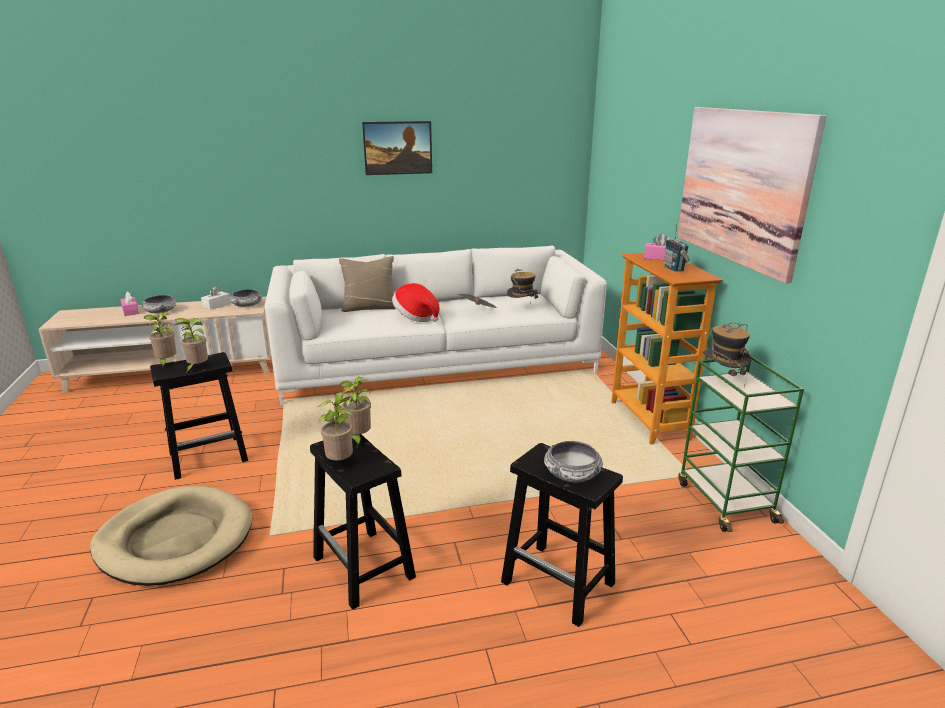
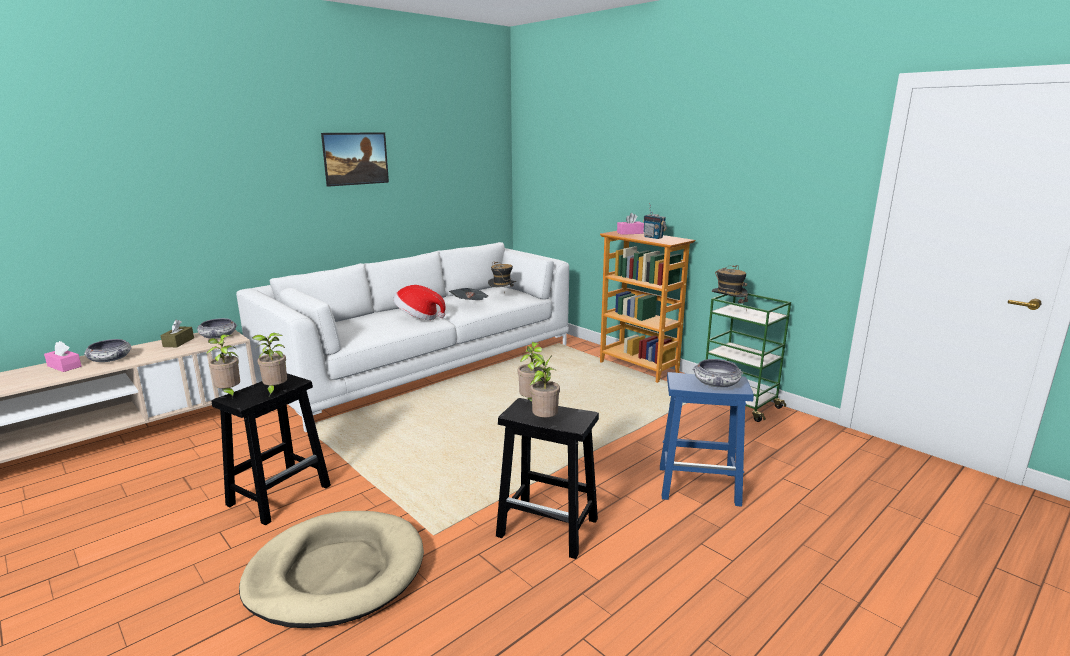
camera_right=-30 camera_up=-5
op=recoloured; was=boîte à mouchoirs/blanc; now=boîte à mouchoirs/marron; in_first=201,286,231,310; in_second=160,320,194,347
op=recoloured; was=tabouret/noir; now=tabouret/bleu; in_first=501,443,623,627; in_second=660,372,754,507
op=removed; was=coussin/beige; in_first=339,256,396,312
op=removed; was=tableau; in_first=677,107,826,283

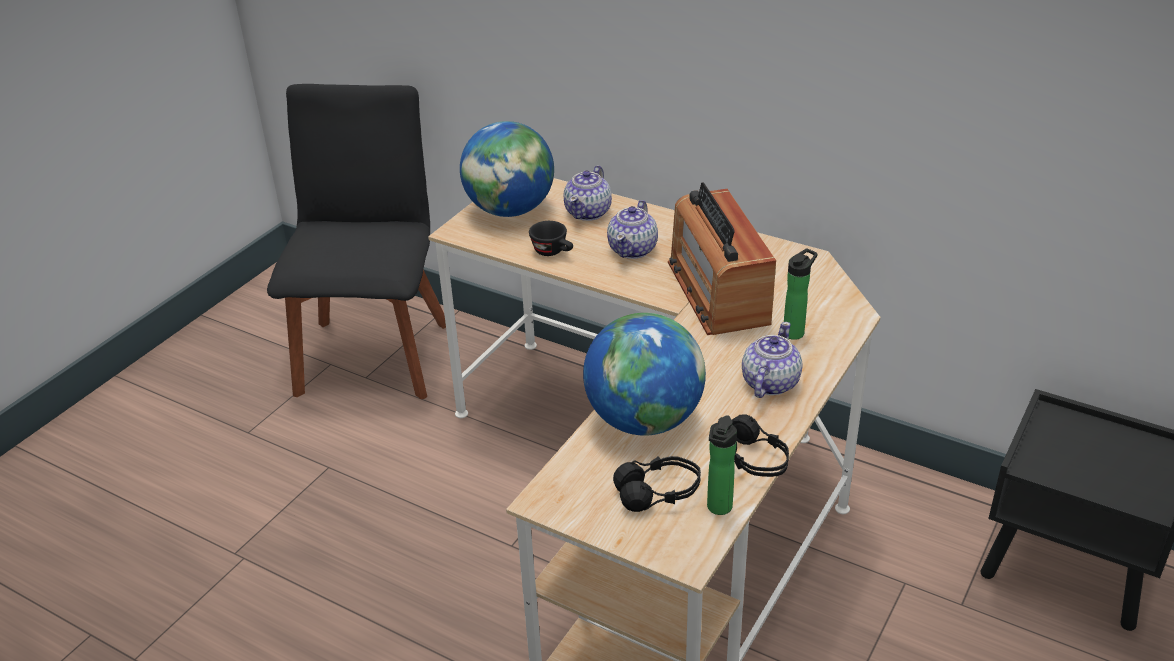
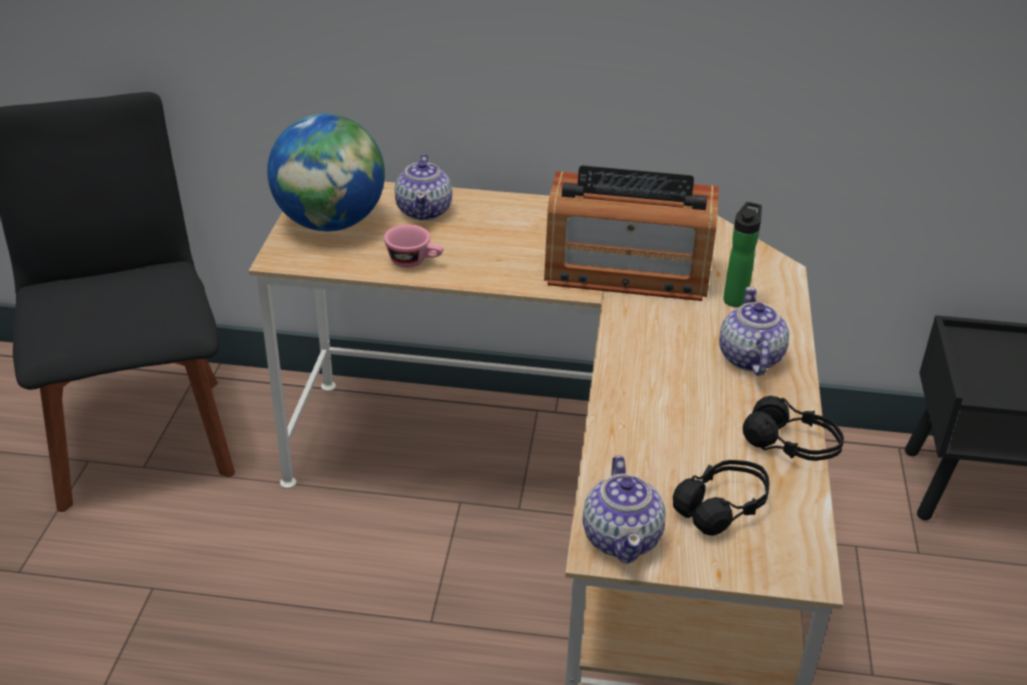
camera_right=-25 camera_up=0
op=recoloured; was=tasse/noir; now=tasse/rose; in_first=529,221,573,256; in_second=384,225,443,268
op=turned; was=radio; in_first=668,182,776,335; in_second=544,165,719,301; clockwise=-45
op=moved; was=théière; in_first=607,200,658,259; in_second=583,455,666,564
op=removed; was=globe; in_first=583,313,706,436
op=removed; was=bouteille; in_first=707,415,737,515

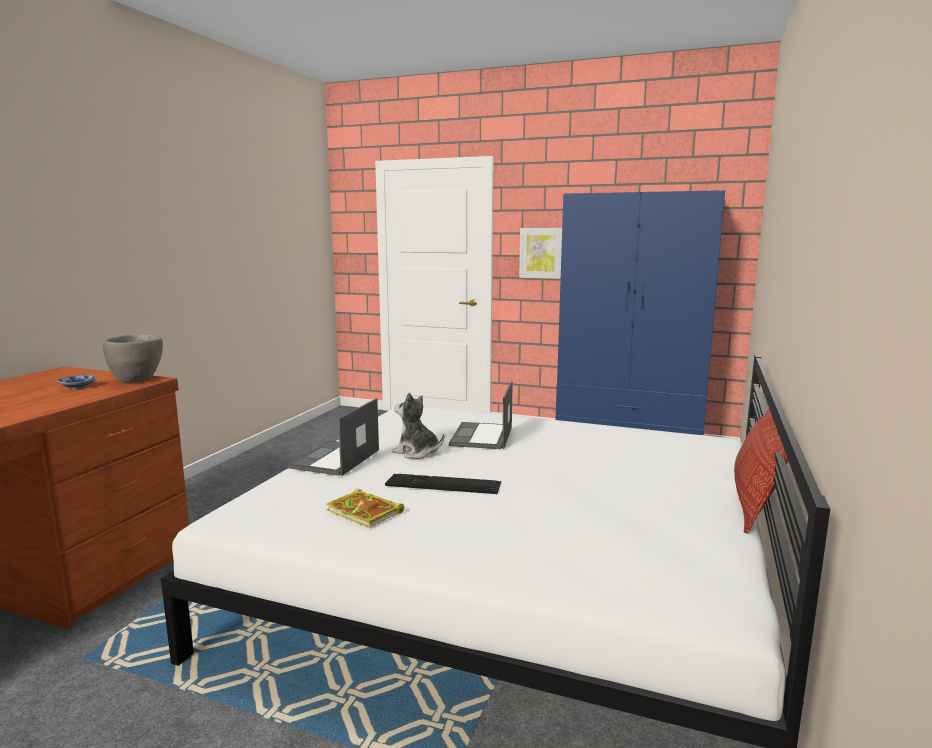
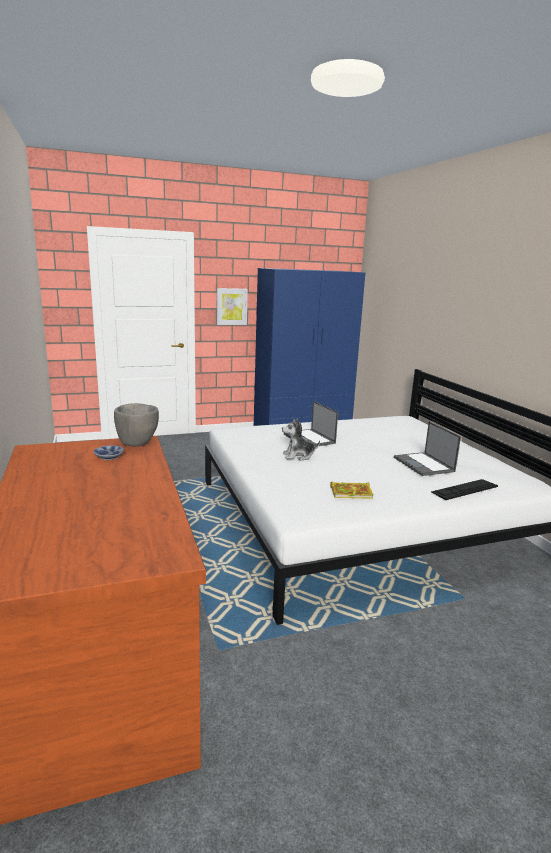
camera_right=-40 camera_up=5
op=moved; was=ordinateur portable; in_first=288,398,379,476; in_second=394,421,461,476
op=moved; was=clavier; in_first=385,474,501,494; in_second=431,479,498,500
op=removed; was=coussin; in_first=734,409,788,533

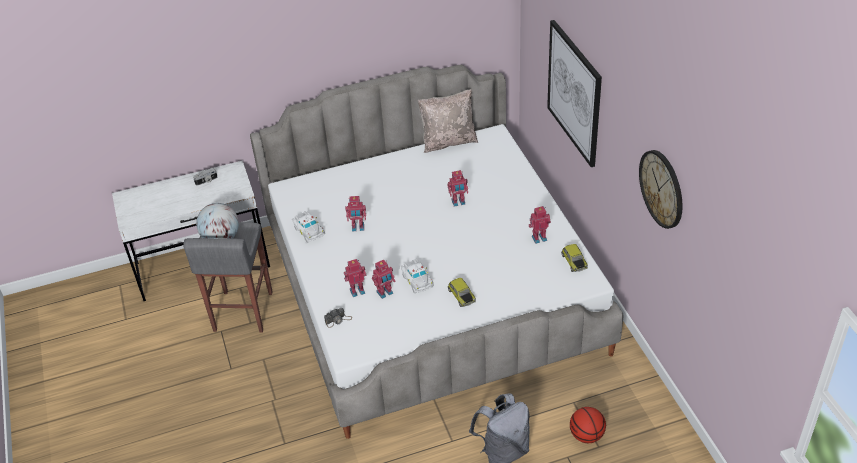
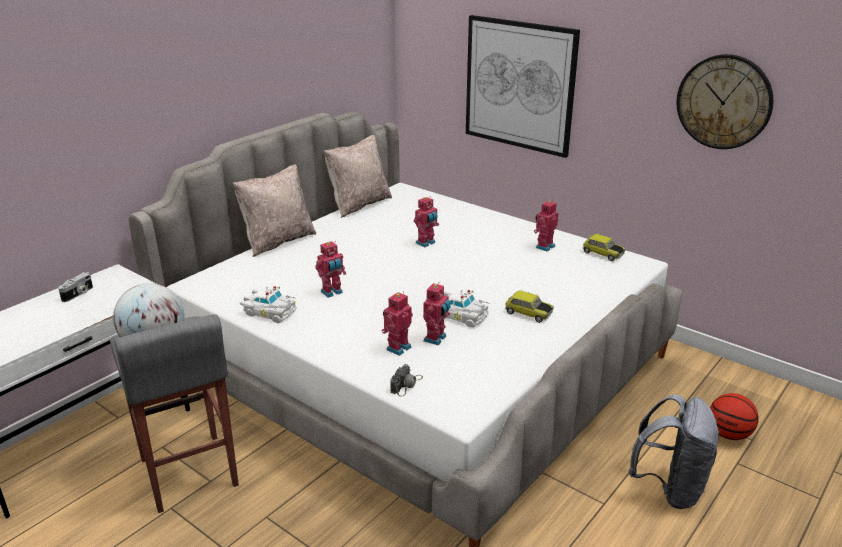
camera_right=-35 camera_up=-15
op=added; now=coussin/beige; in_second=233,165,316,257

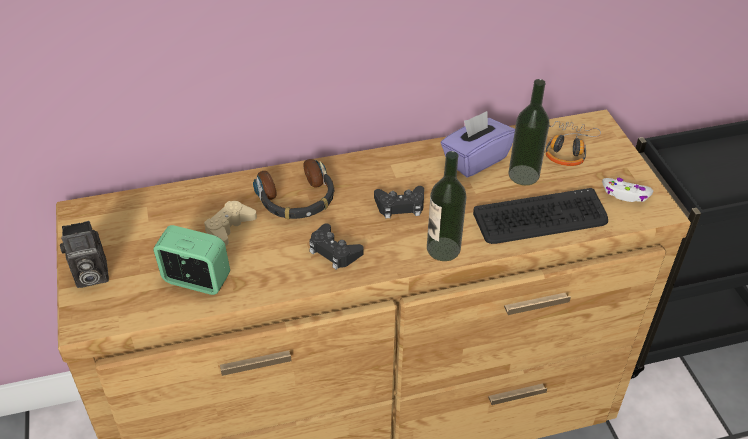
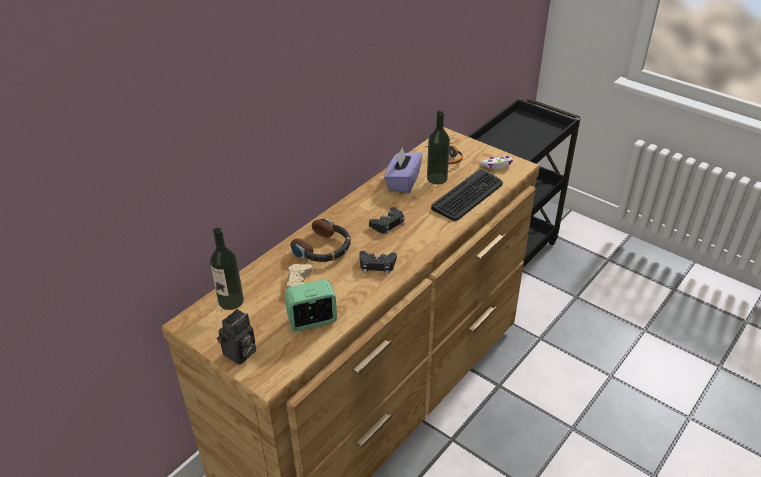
camera_right=-35 camera_up=-5
op=moved; was=bouteille; in_first=427,151,466,261; in_second=210,227,244,310

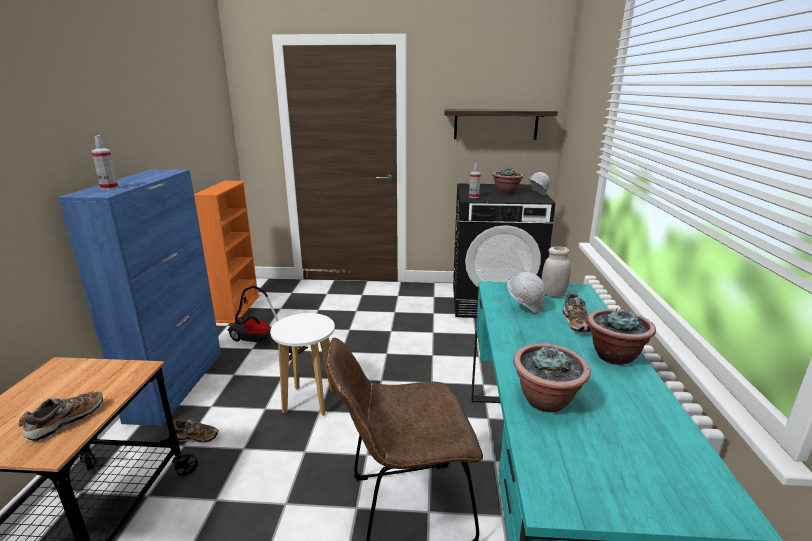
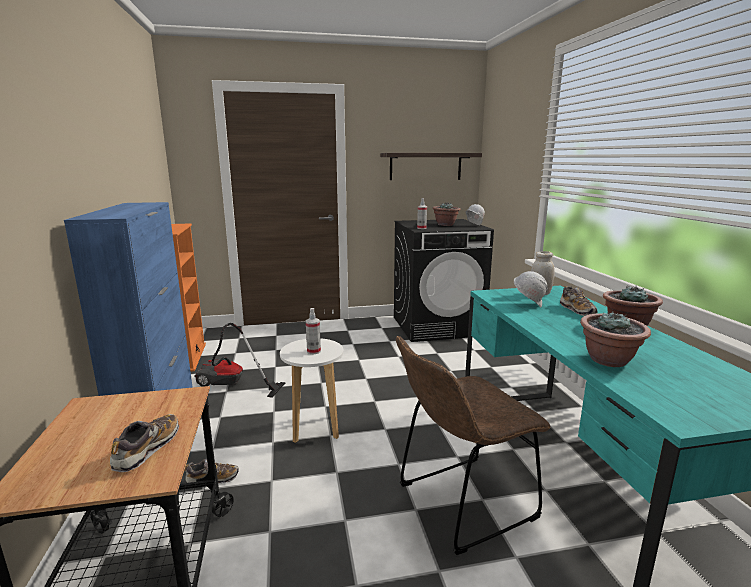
camera_right=-15 camera_up=-5
op=moved; was=vaporisateur; in_first=91,135,118,190; in_second=306,308,321,354

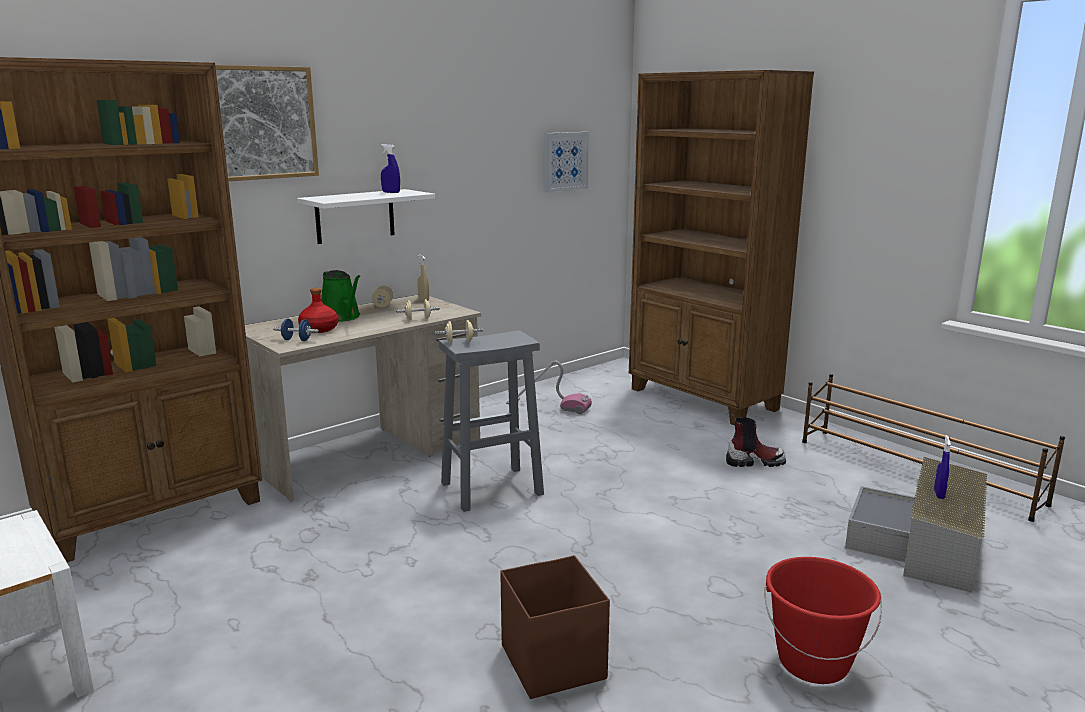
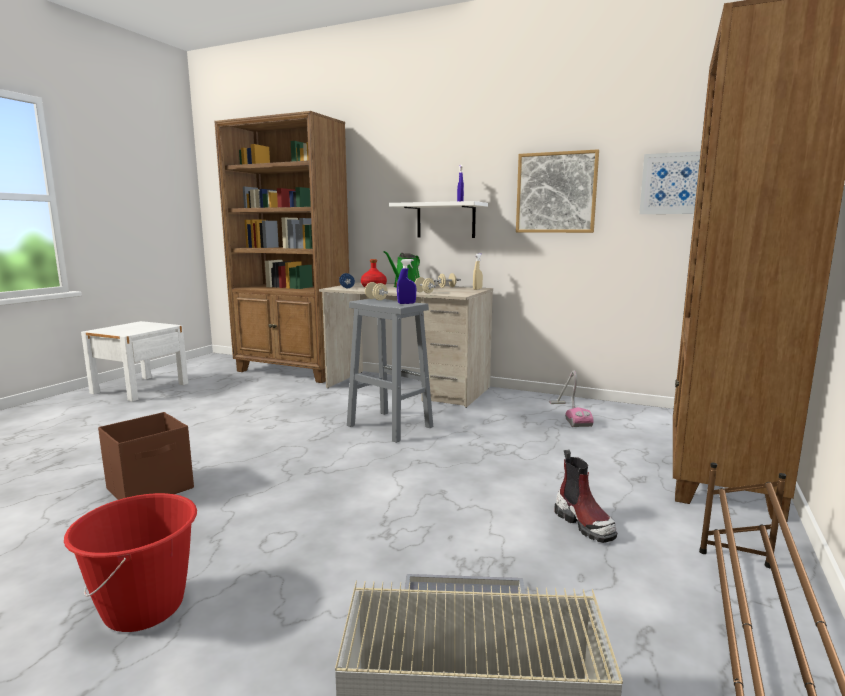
camera_right=65 camera_up=-5
op=moved; was=vaporisateur/bleu; in_first=934,435,951,499; in_second=397,259,416,304
op=moved; was=tableau; in_first=215,65,319,181; in_second=516,149,599,233

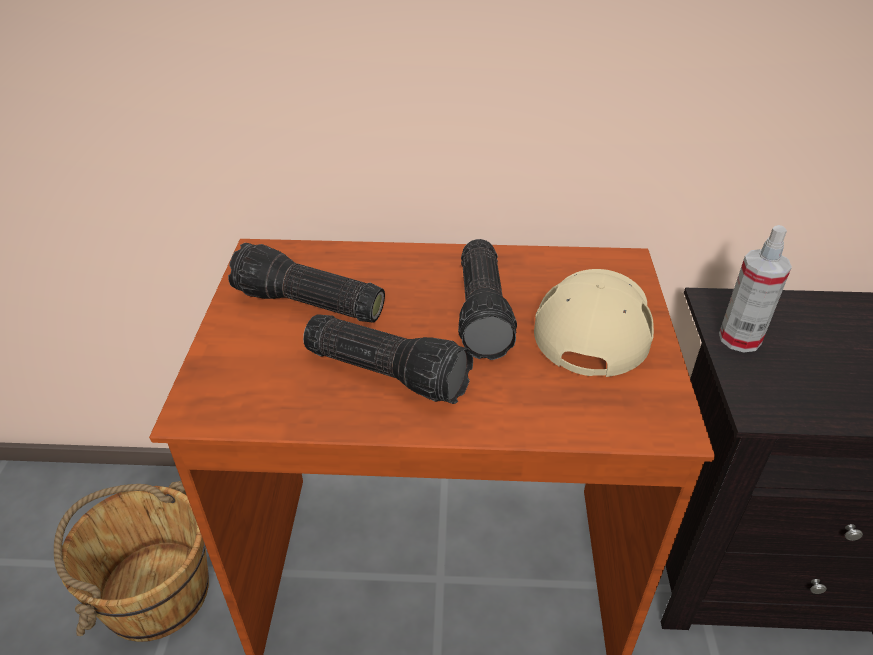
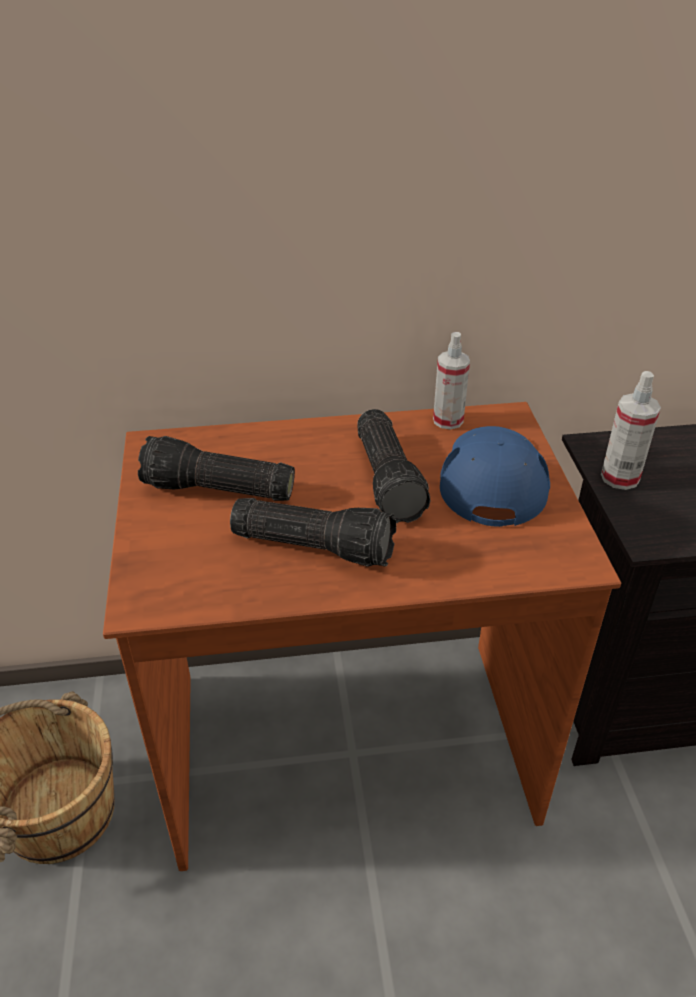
camera_right=-10 camera_up=0
op=added; now=vaporisateur; in_second=433,332,470,430
op=recoloured; was=casquette/beige; now=casquette/bleu; in_first=534,269,654,377; in_second=440,426,550,527

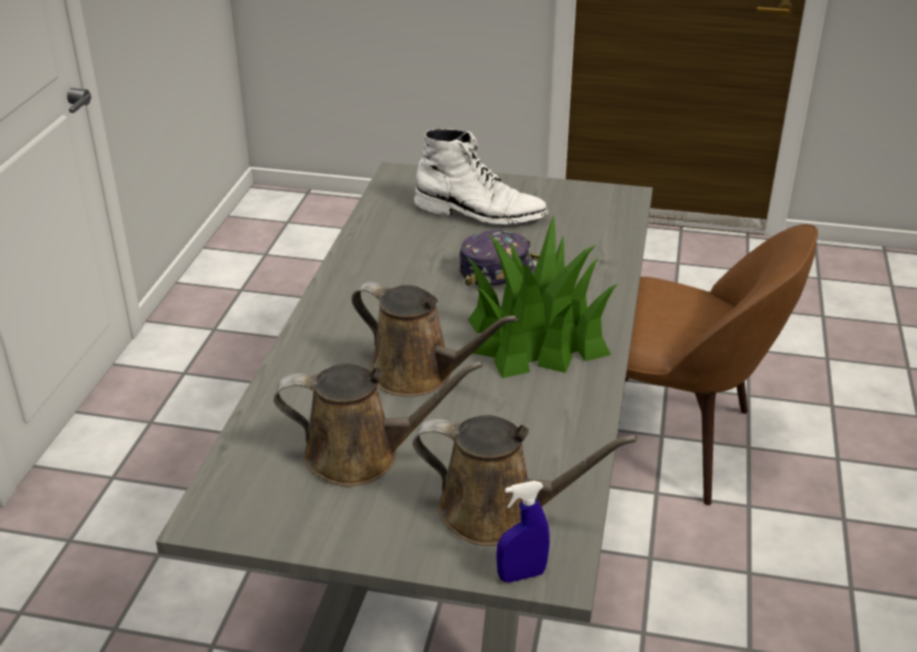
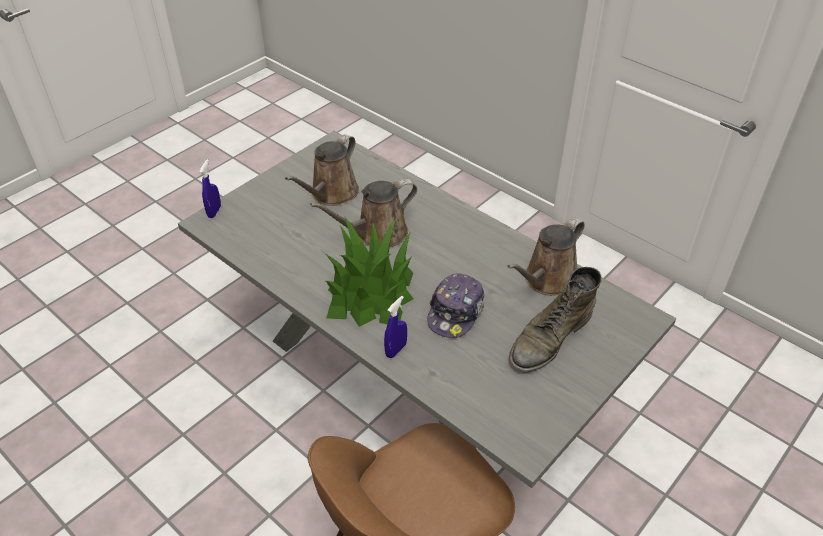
camera_right=120 camera_up=10
op=added; now=vaporisateur/bleu; in_second=384,296,407,358
op=moved; was=arrosoir/marron; in_first=413,415,637,546; in_second=507,218,585,296
op=recoloured; was=botte/blanc; now=botte/vert; in_first=414,128,549,224; in_second=509,267,602,373

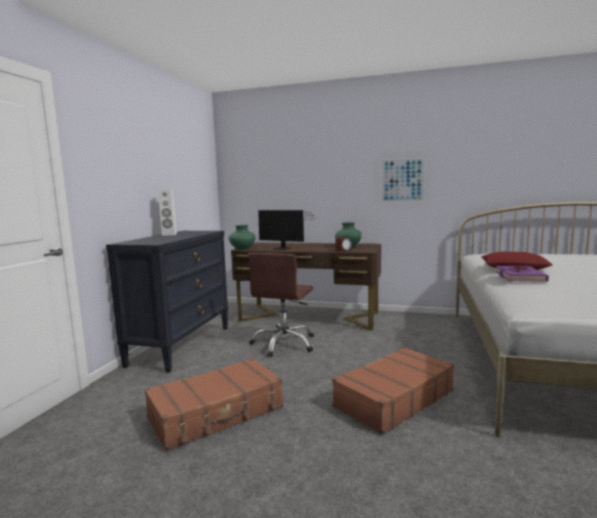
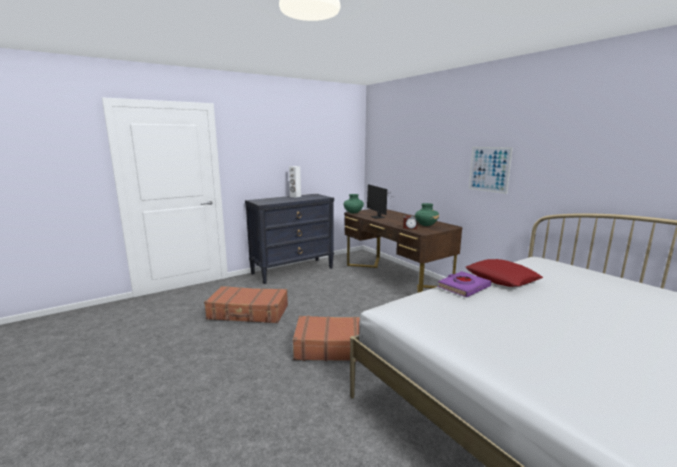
camera_right=40 camera_up=5
op=removed; was=chaise de bureau/marron; in_first=248,253,314,357

